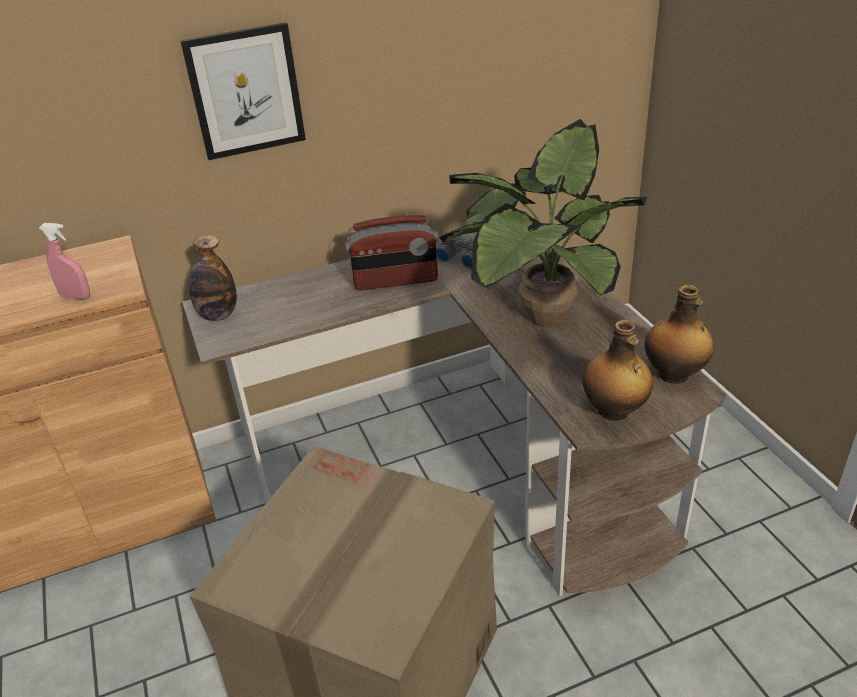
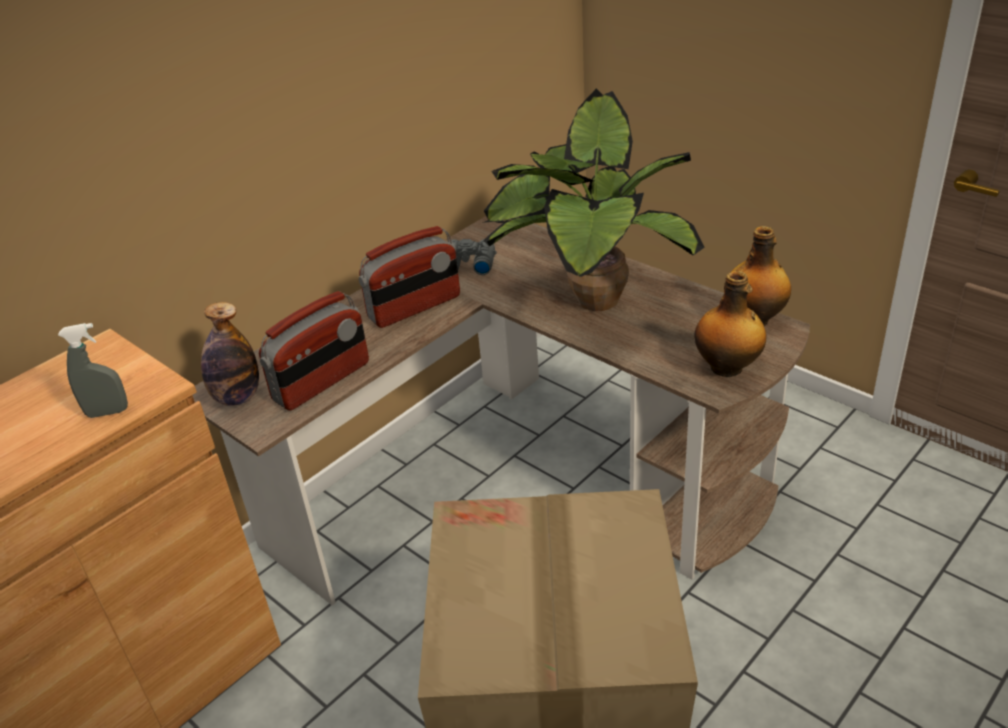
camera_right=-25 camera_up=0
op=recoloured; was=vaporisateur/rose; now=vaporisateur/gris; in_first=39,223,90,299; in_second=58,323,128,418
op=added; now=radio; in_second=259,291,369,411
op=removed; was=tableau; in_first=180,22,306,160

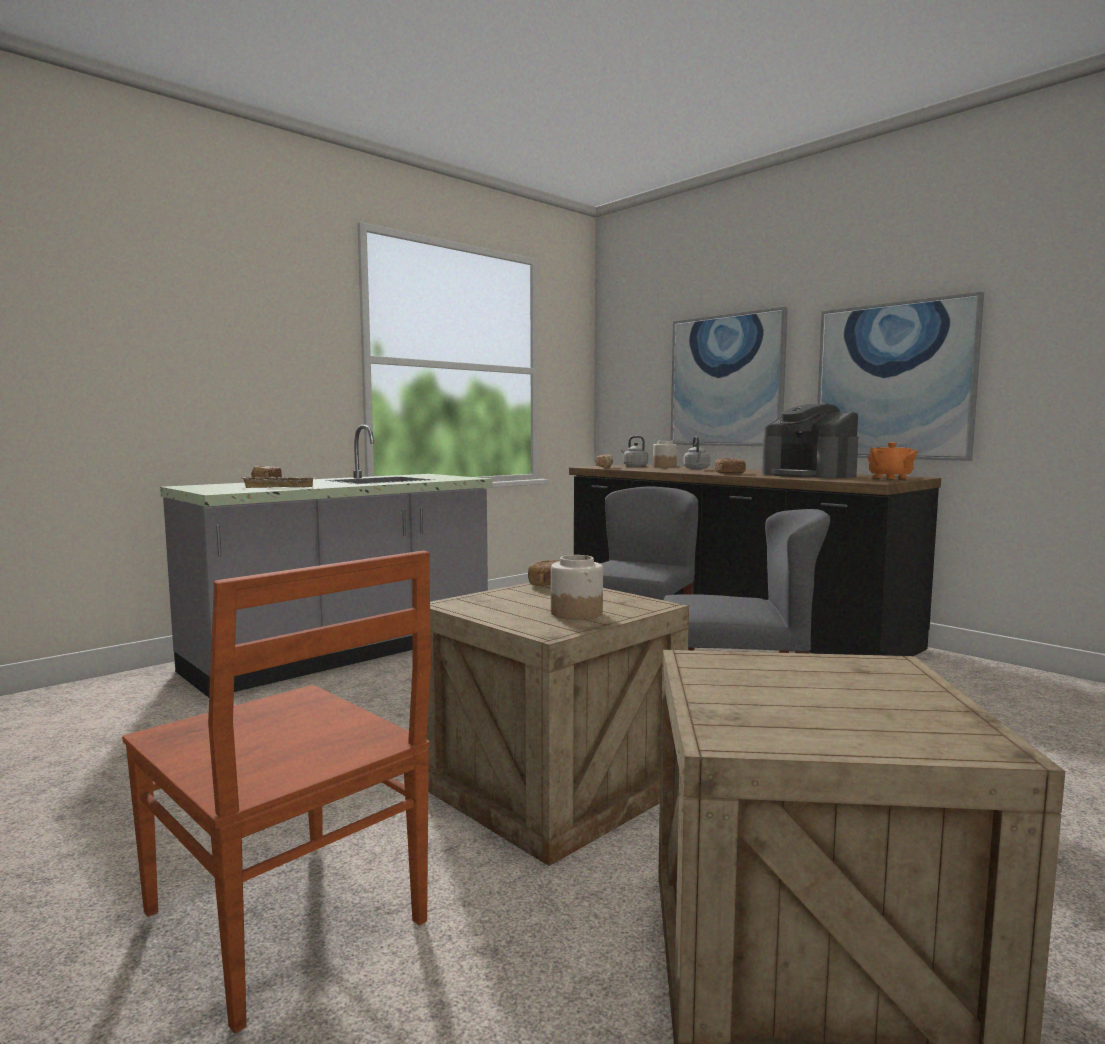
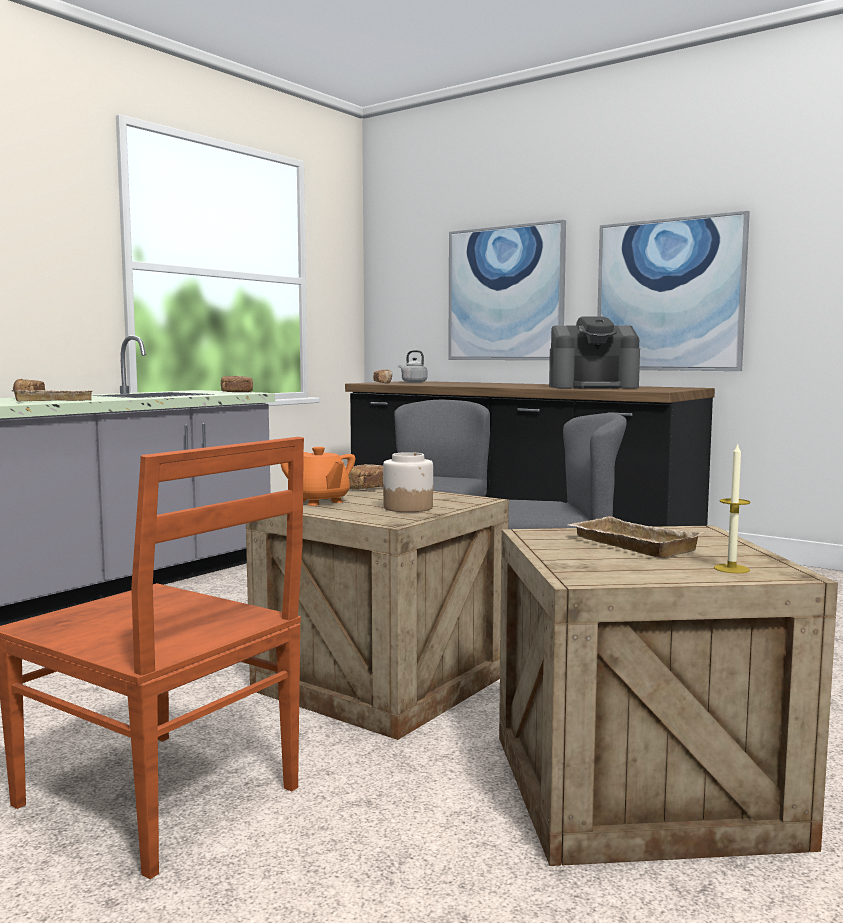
camera_right=-10 camera_up=0
op=moved; was=pain; in_first=715,458,746,474; in_second=221,376,253,392
op=moved; was=théière/orange; in_first=868,442,918,479; in_second=281,447,355,506
op=turned; was=machine à café; in_first=762,404,858,478; in_second=549,317,640,389; clockwise=-45
op=added; now=plateau/beige; in_second=568,516,705,558
op=added; now=bougie; in_second=714,443,750,573
op=removed; was=bocal; in_first=653,441,677,467
op=removed; was=bouilloire/gris; in_first=683,436,710,469

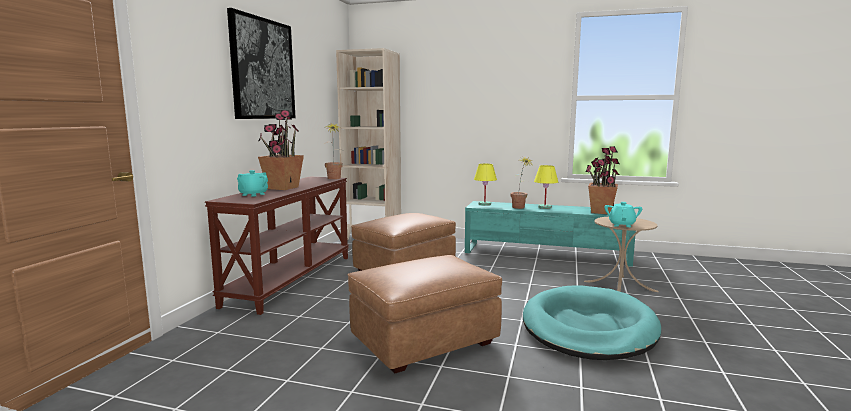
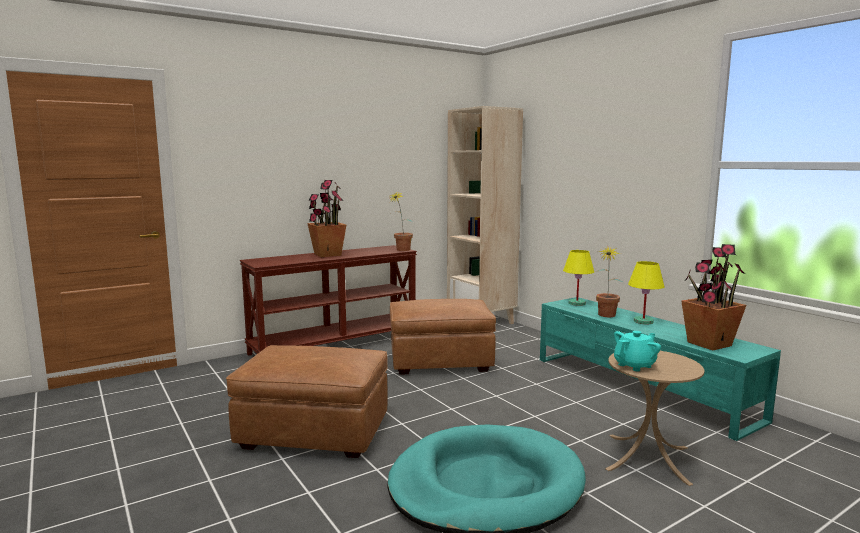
camera_right=40 camera_up=0
op=removed; was=tableau; in_first=227,8,296,119
op=removed; was=théière/turquoise; in_first=237,170,268,197

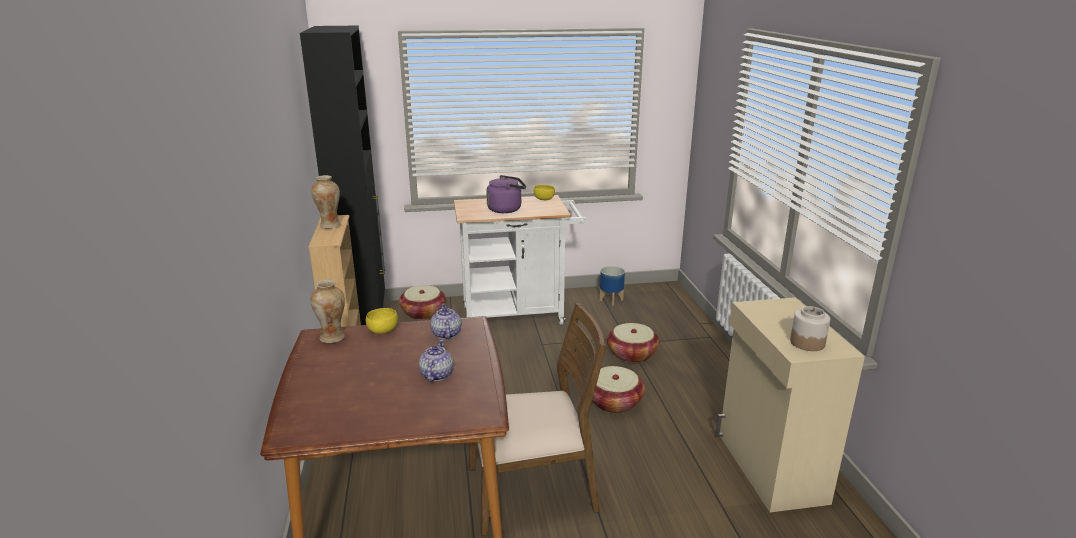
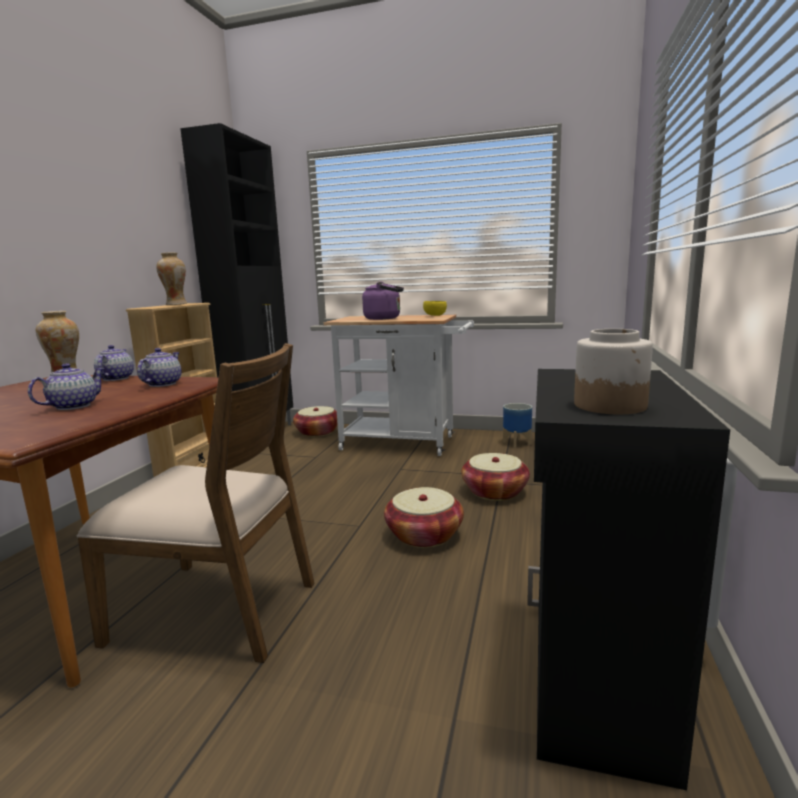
camera_right=25 camera_up=-10
op=replaced; was=bol/jaune; now=théière; in_first=366,308,398,334; in_second=94,345,134,381
op=recoloured; was=meuble de rangement/beige; now=meuble de rangement/noir; in_first=715,297,865,512; in_second=527,369,730,790

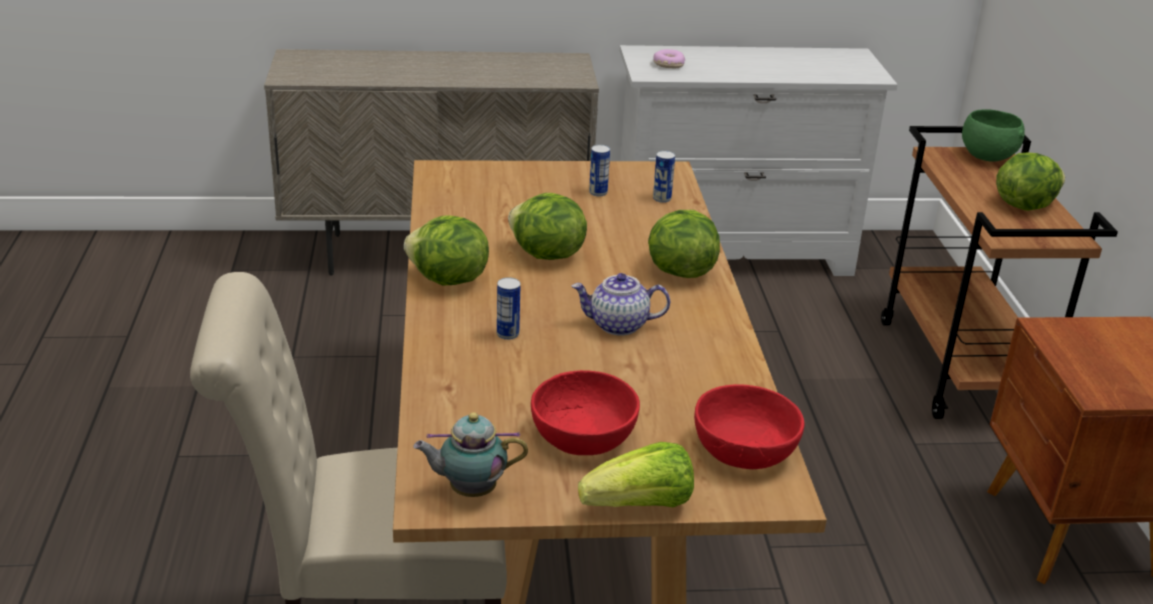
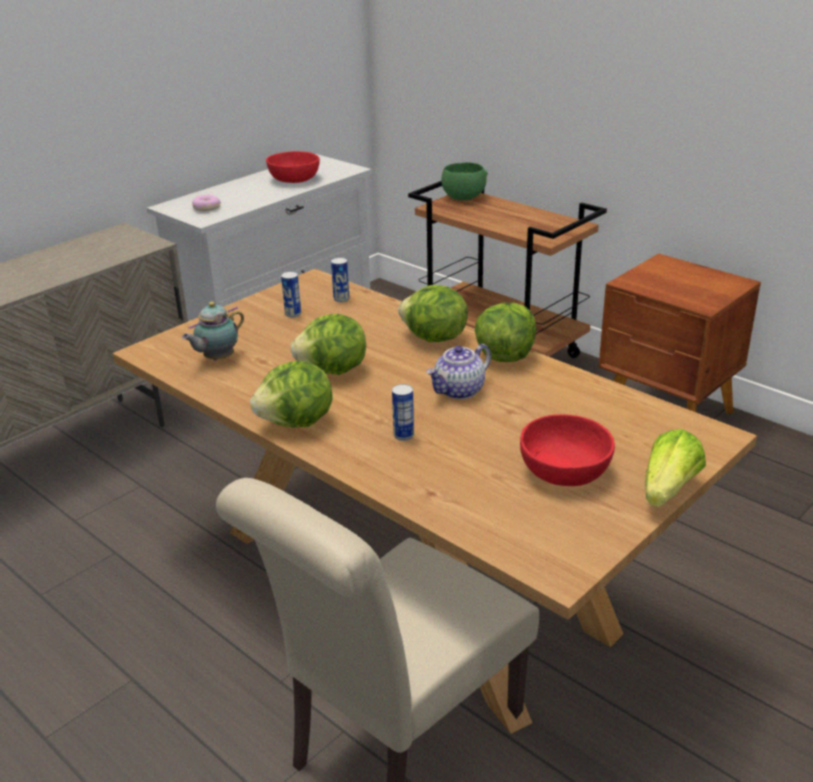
camera_right=-40 camera_up=0
op=moved; was=théière; in_first=413,412,528,497; in_second=182,302,244,360
op=moved; was=bol/rouge; in_first=694,384,804,469; in_second=266,151,320,183
op=moved; was=laitue; in_first=996,153,1065,211; in_second=475,303,536,362

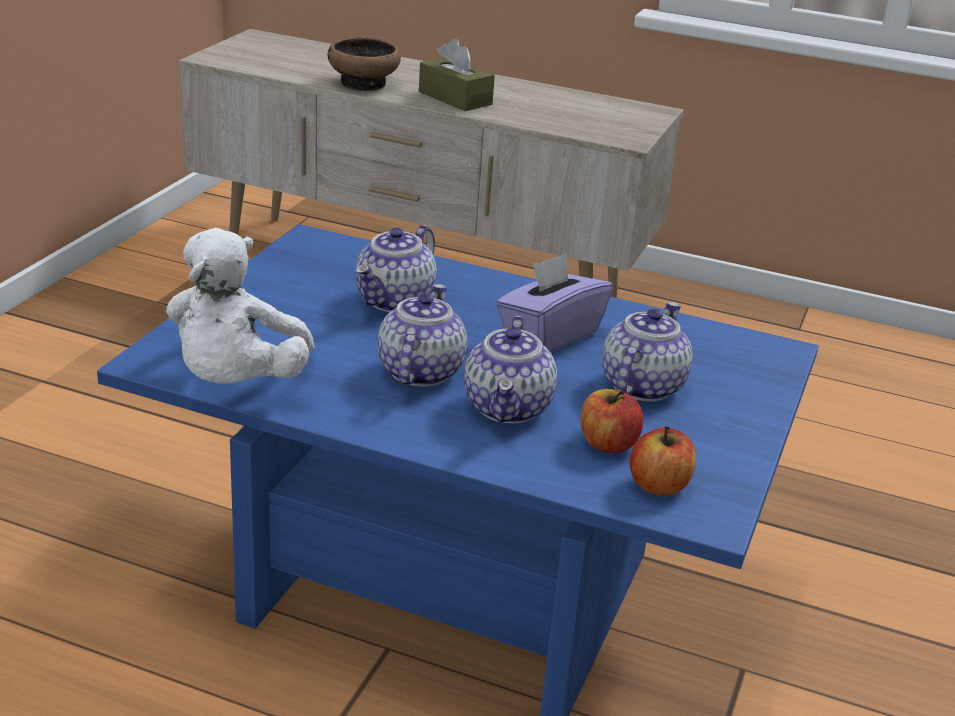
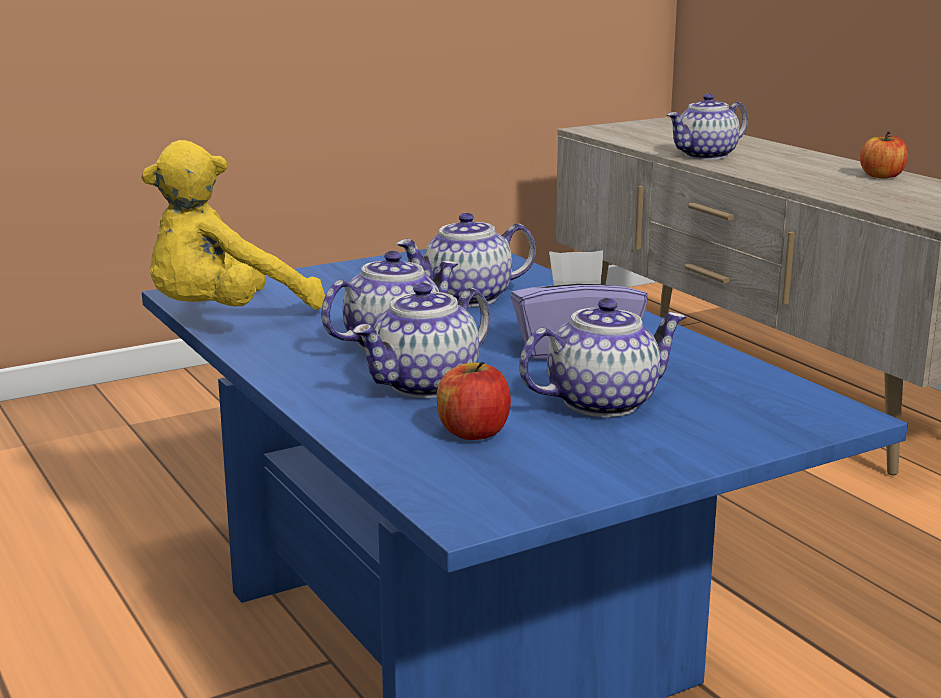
camera_right=40 camera_up=-10
op=recoloured; was=peluche/blanc; now=peluche/jaune; in_first=166,228,315,384; in_second=141,140,325,310
op=replaced; was=bol; now=théière; in_first=328,38,401,91; in_second=667,94,748,160
op=moved; was=pomme; in_first=630,426,696,496; in_second=860,132,908,179
op=removed; was=boîte à mouchoirs/marron; in_first=419,39,495,111

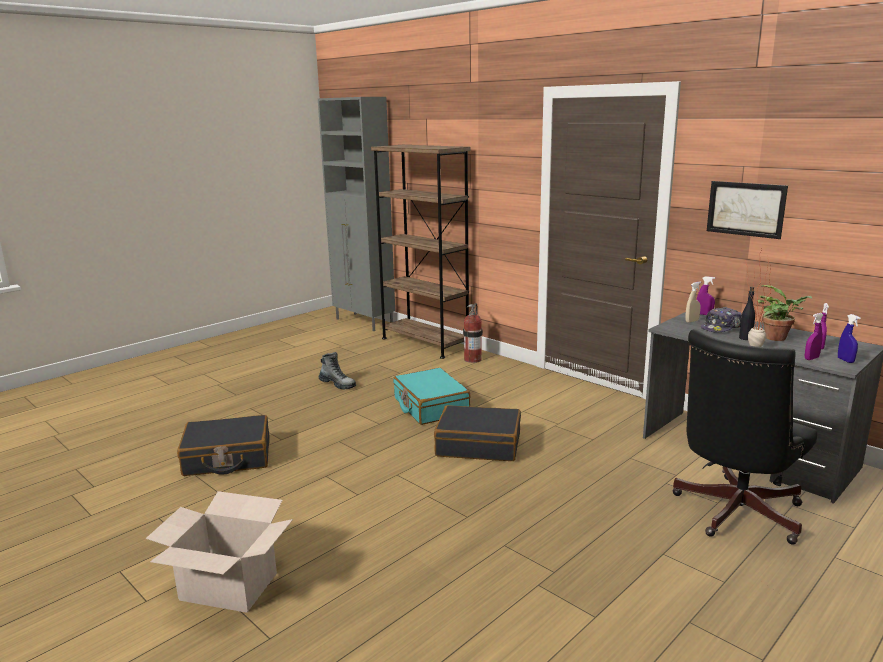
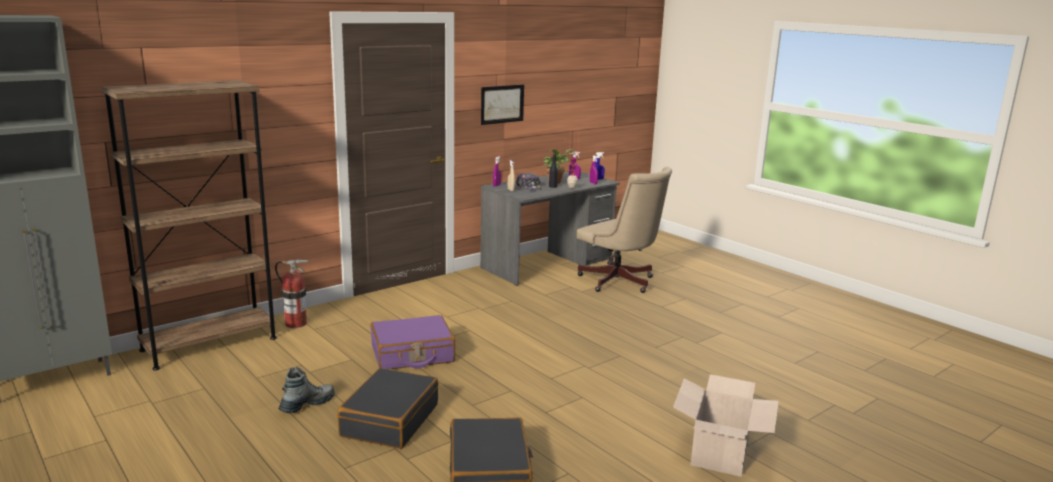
camera_right=-85 camera_up=0
op=moved; was=valise/noir; in_first=434,405,521,461; in_second=338,368,438,449
op=recoloured; was=valise/turquoise; now=valise/violet; in_first=393,368,470,425; in_second=370,315,455,369
op=recoloured; was=chaise de bureau/noir; now=chaise de bureau/beige; in_first=673,329,817,545; in_second=577,167,672,293

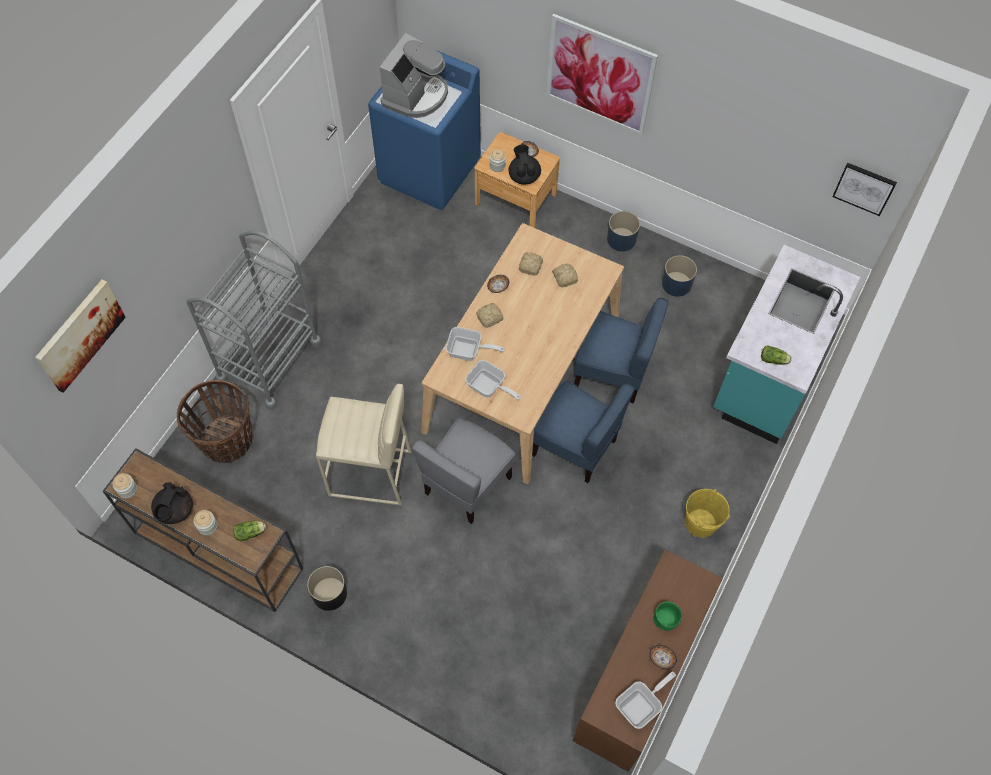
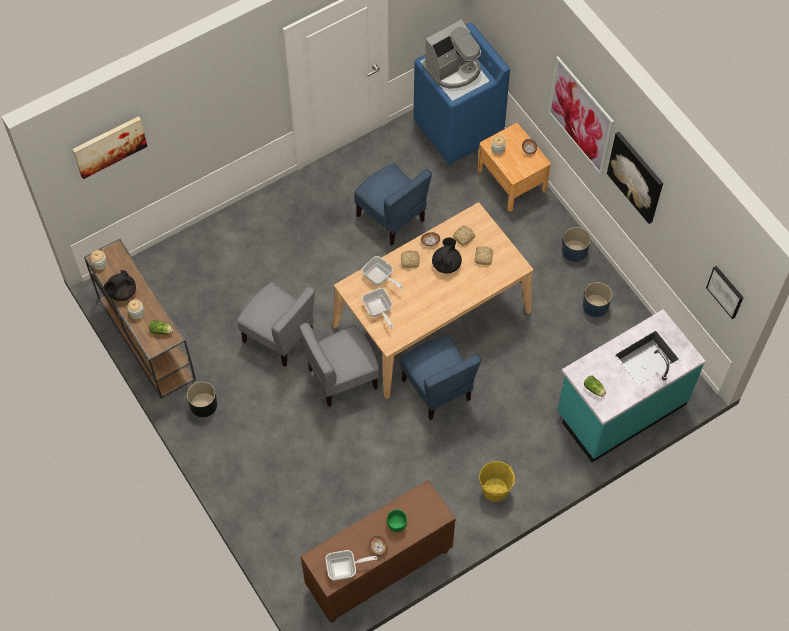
camera_right=30 camera_up=0
op=replaced; was=tabouret/beige; now=chaise/gris; in_first=316,384,412,506; in_second=237,282,315,367
op=moved; was=chaise/bleu; in_first=574,298,669,404; in_second=354,163,432,245
op=moved; was=théière/noir; in_first=508,144,541,185; in_second=432,238,462,274
op=added; now=tableau; in_second=607,132,663,224
op=removed; was=panier; in_first=177,380,252,463
op=removed; was=chariot/gris; in_first=187,230,322,410

